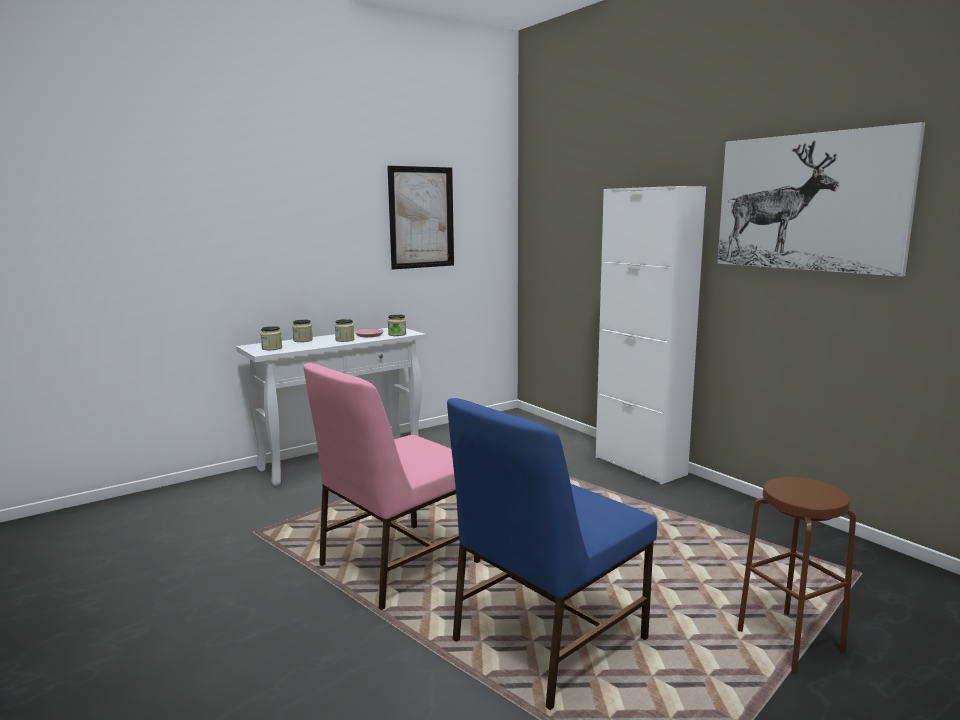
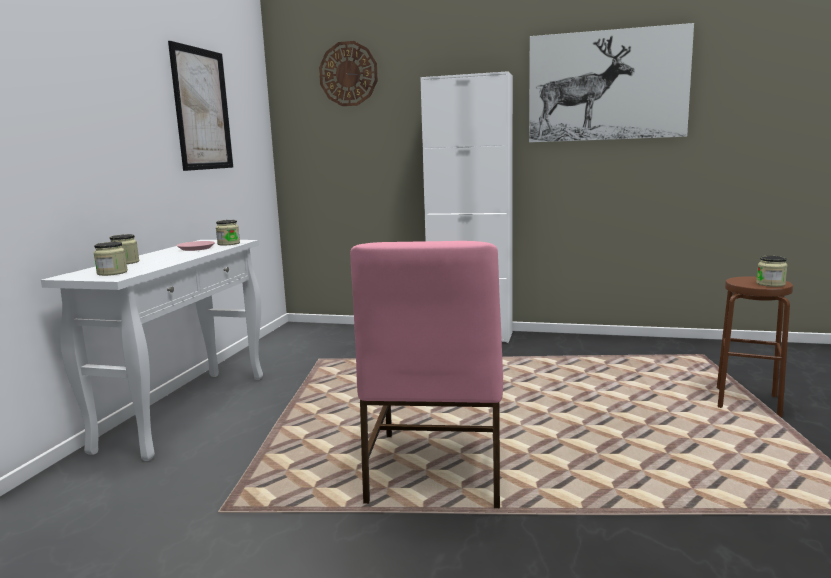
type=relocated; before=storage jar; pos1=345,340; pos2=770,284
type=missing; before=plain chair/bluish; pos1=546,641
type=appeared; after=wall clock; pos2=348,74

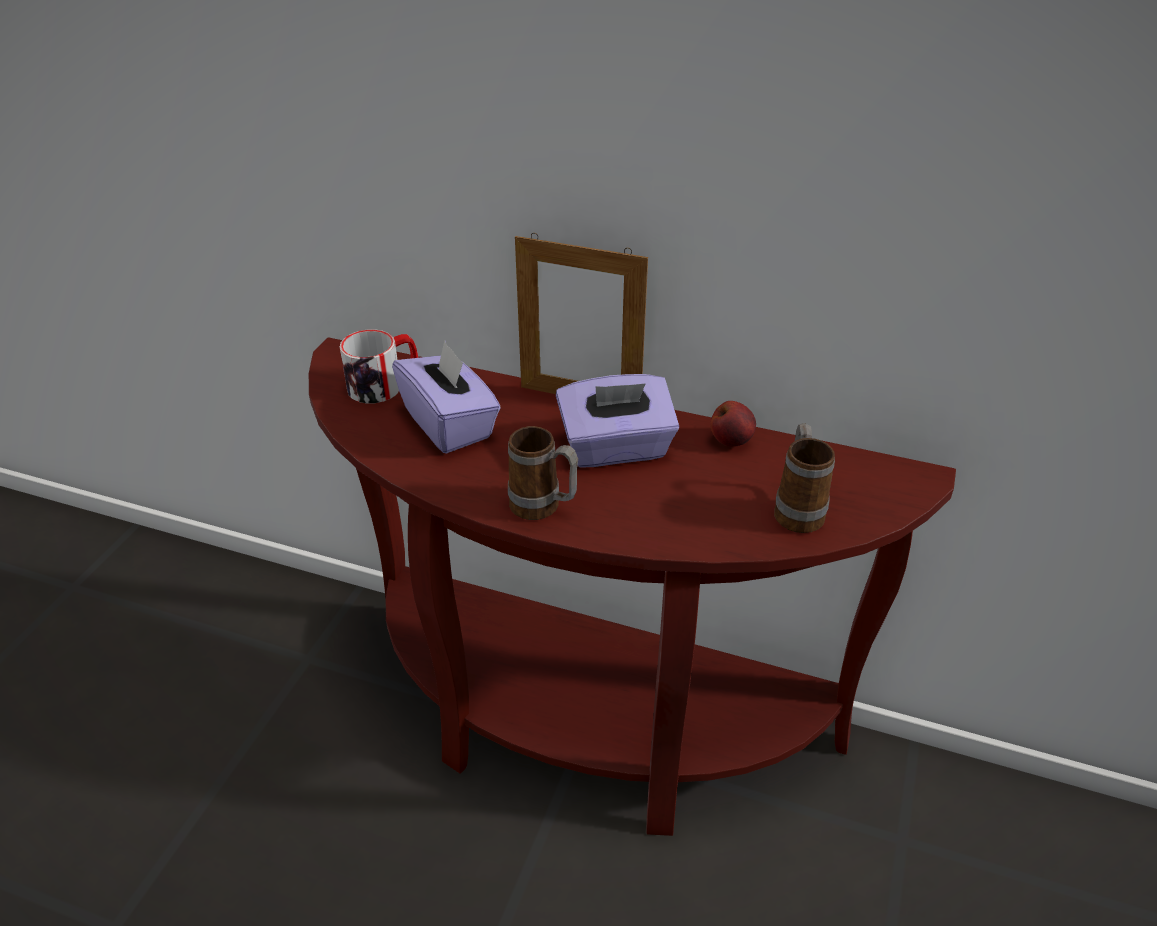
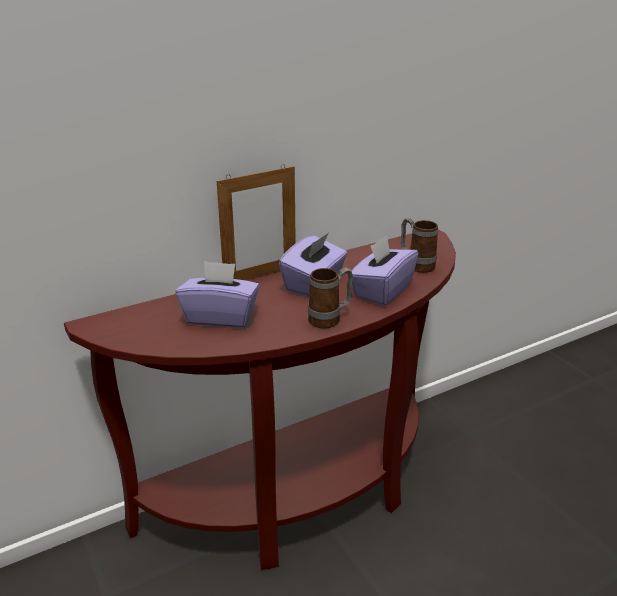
type=missing; before=coffee mug; pos1=384,385
type=missing; before=apple; pos1=731,441
type=appeared; after=box of tissues/purple-coloured; pos2=382,291

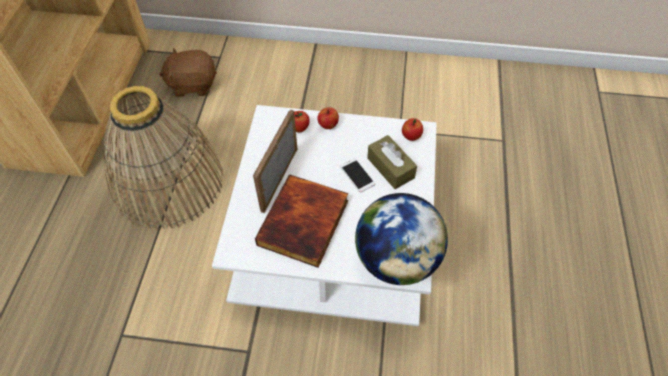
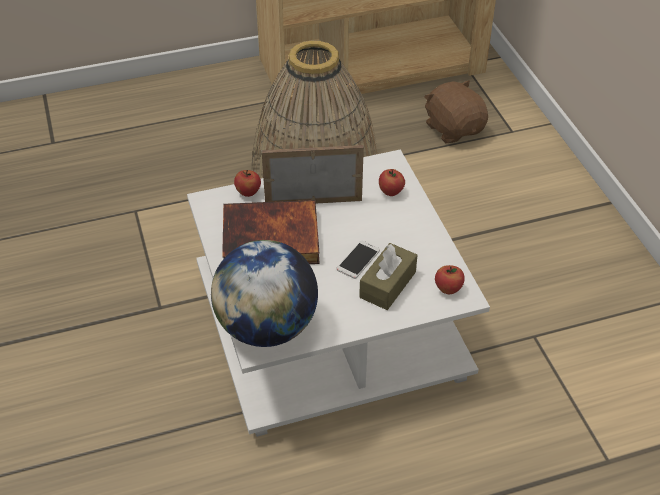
type=relocated; before=apple; pos1=328,125; pos2=248,192

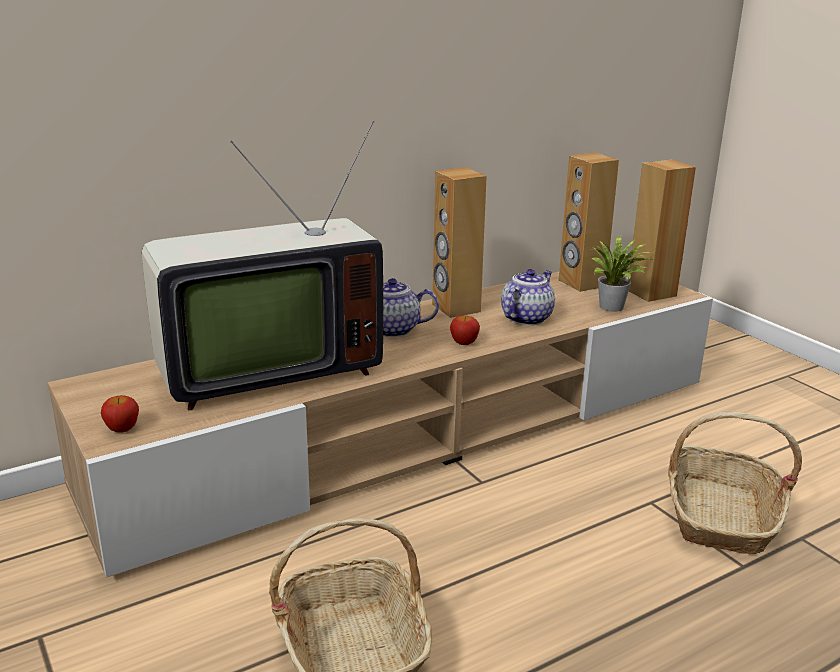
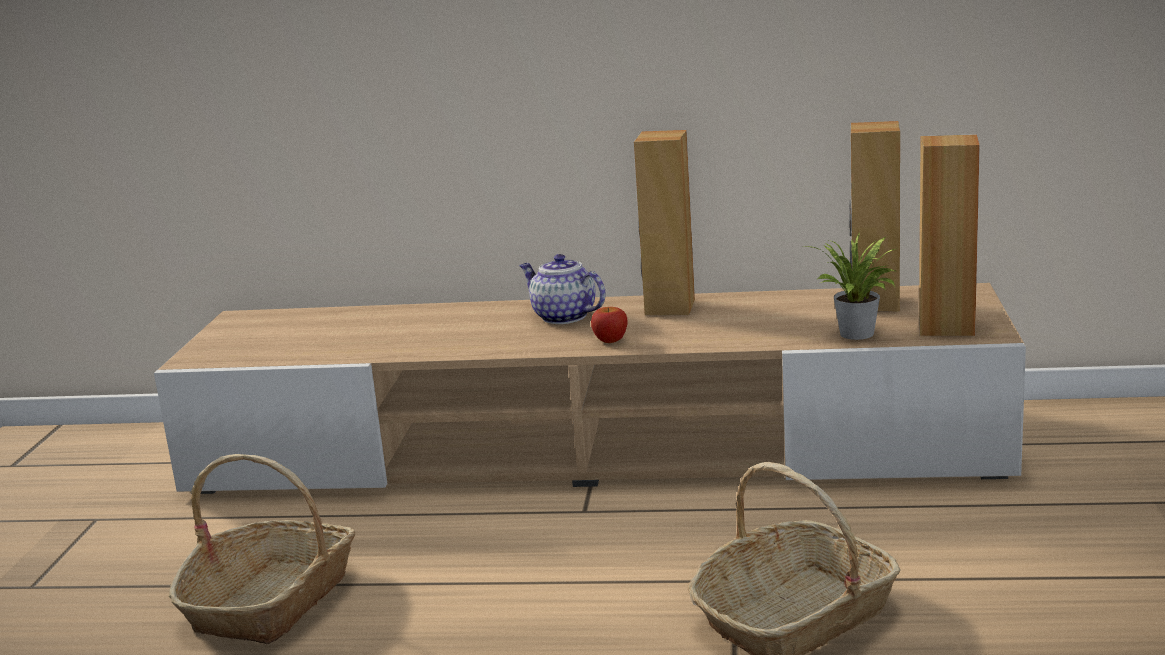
type=missing; before=television; pos1=263,371
type=missing; before=pot for tea; pos1=526,318
type=missing; before=apple; pos1=122,429

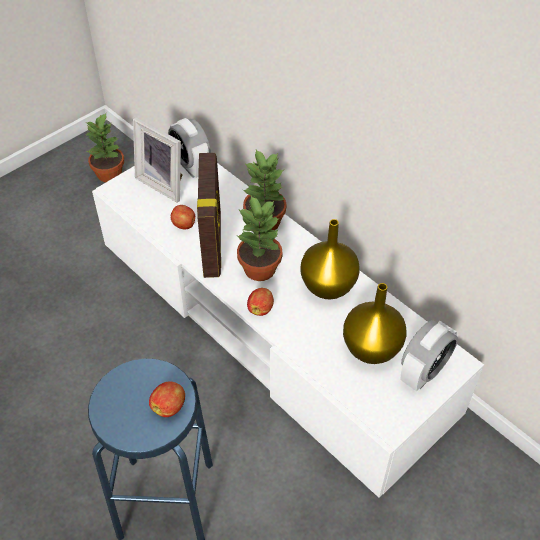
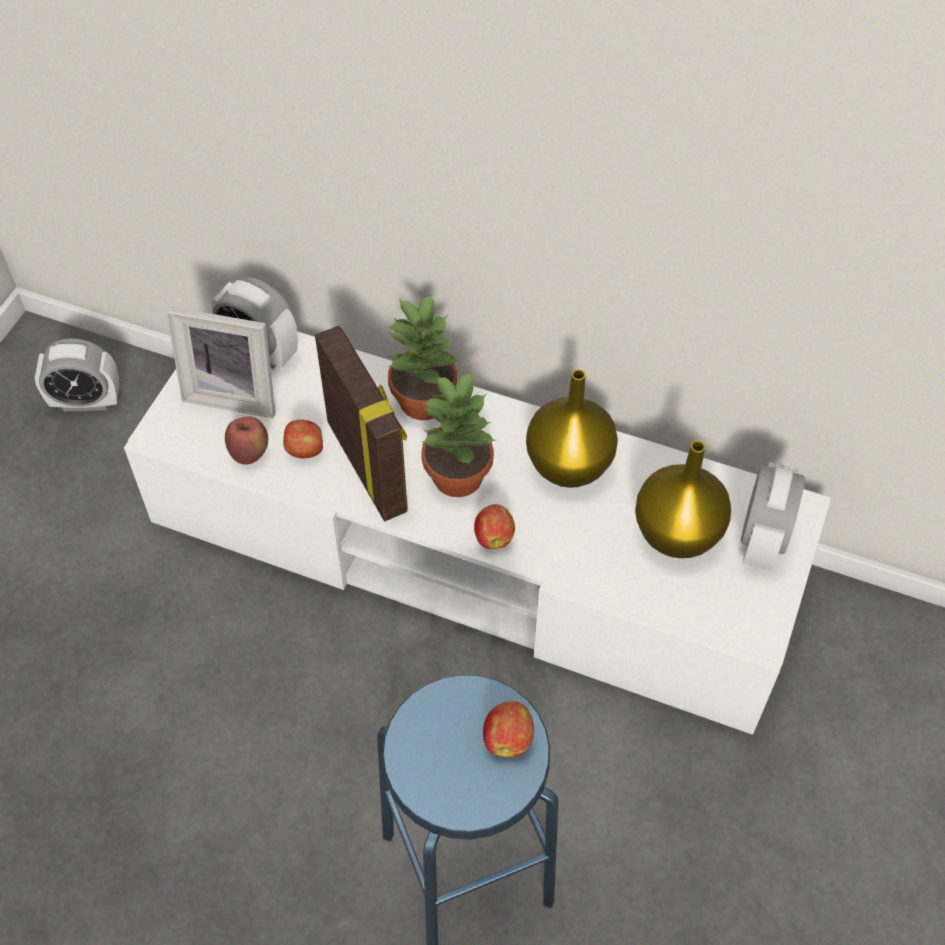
type=exchanged; before=potted plant; after=bedside clock; pos1=110,174; pos2=86,402
type=appeared; after=apple; pos2=249,454

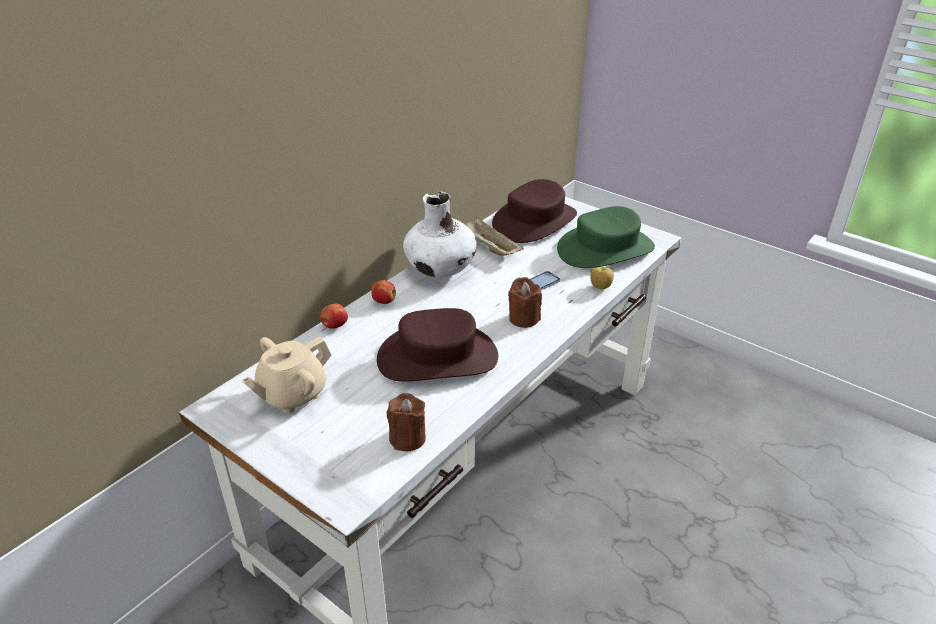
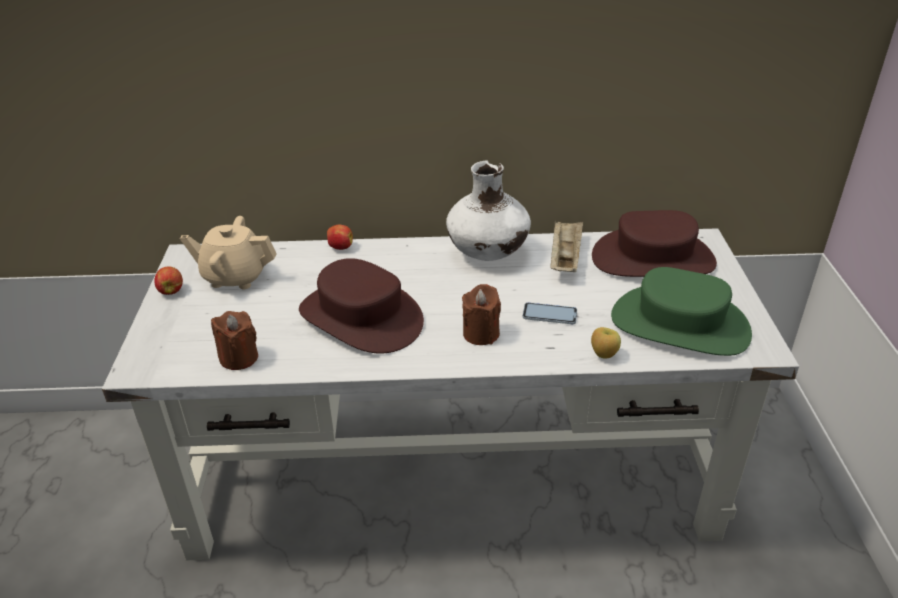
type=relocated; before=apple; pos1=383,301; pos2=171,291

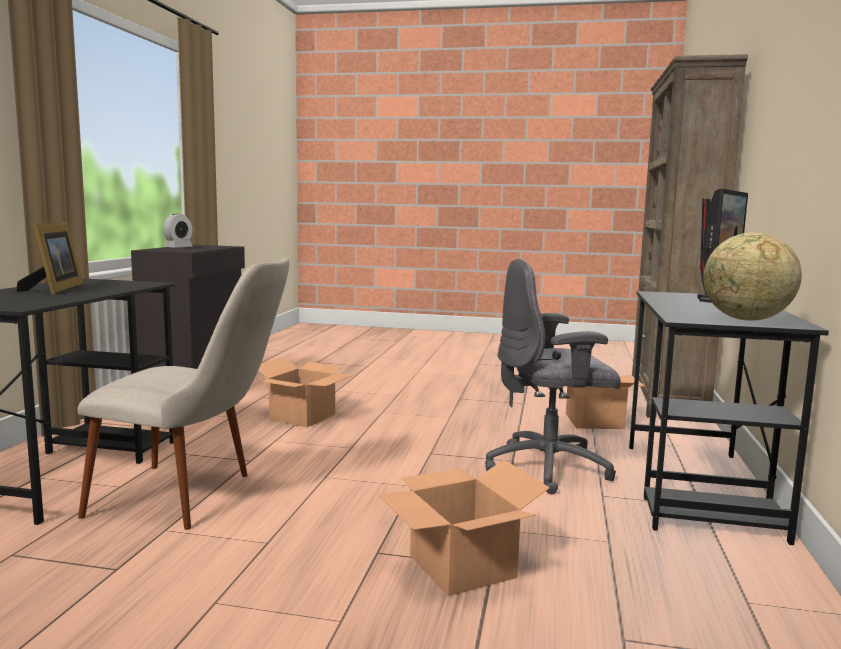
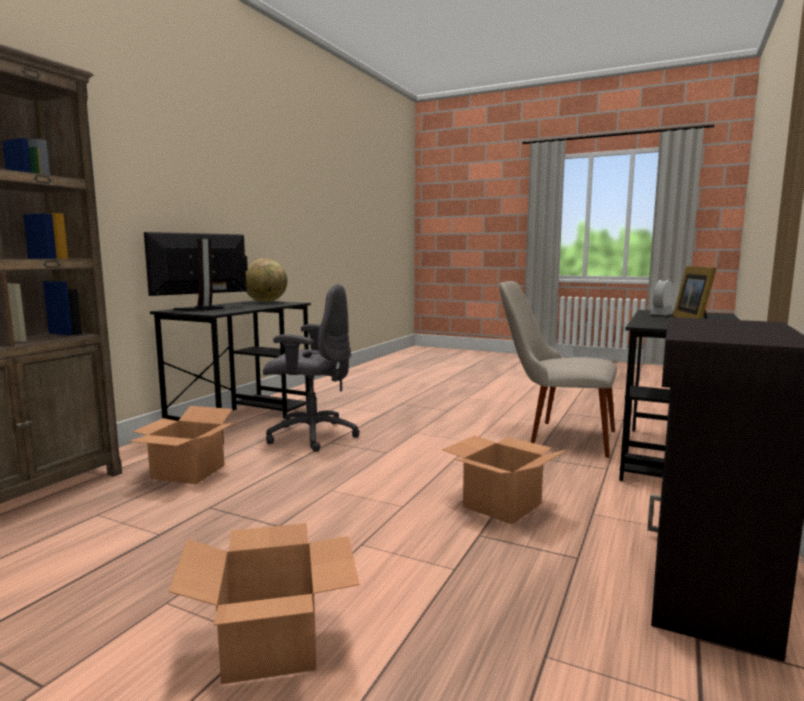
type=relocated; before=bedside clock; pos1=178,247; pos2=661,315
type=relocated; before=cardboard box; pos1=463,567; pos2=269,643

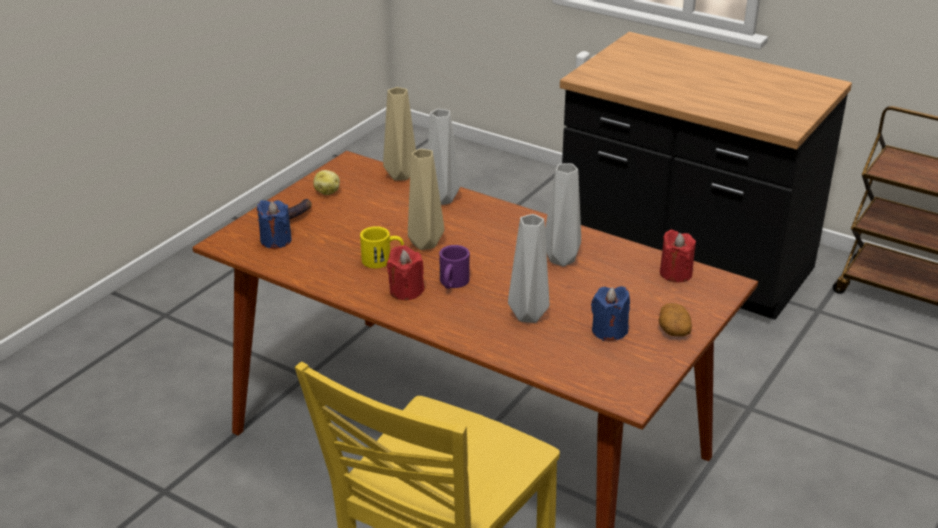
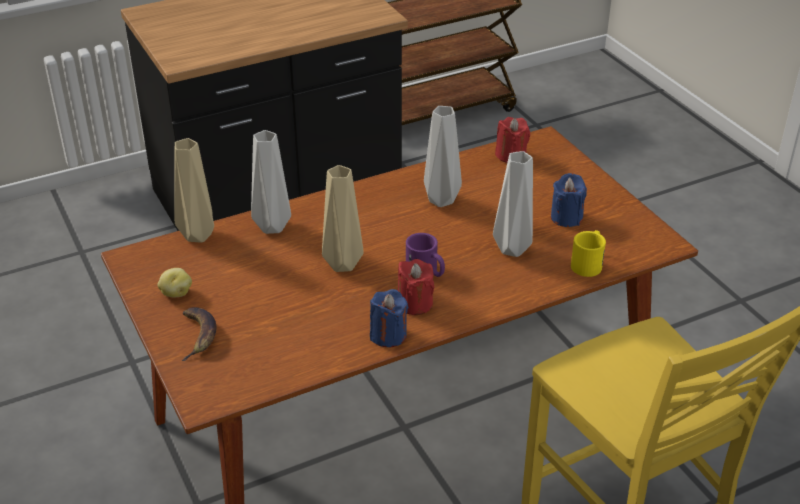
type=relocated; before=wax light/bluish; pos1=276,240; pos2=388,335
type=relocated; before=coffee mug/yellow; pos1=383,260; pos2=588,263
type=missing; before=potato; pos1=673,329

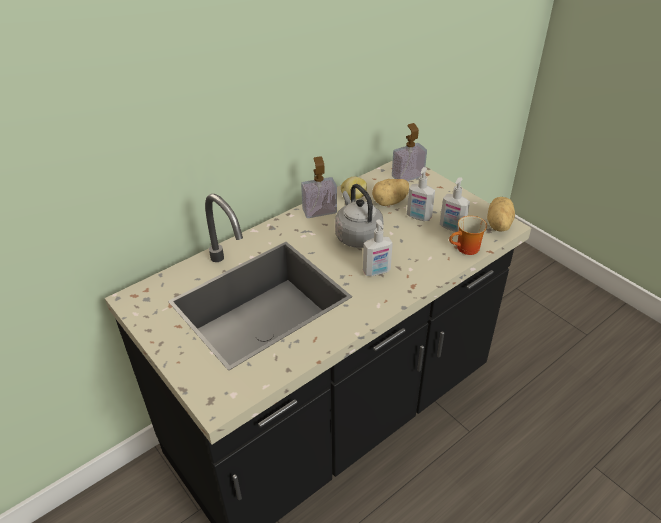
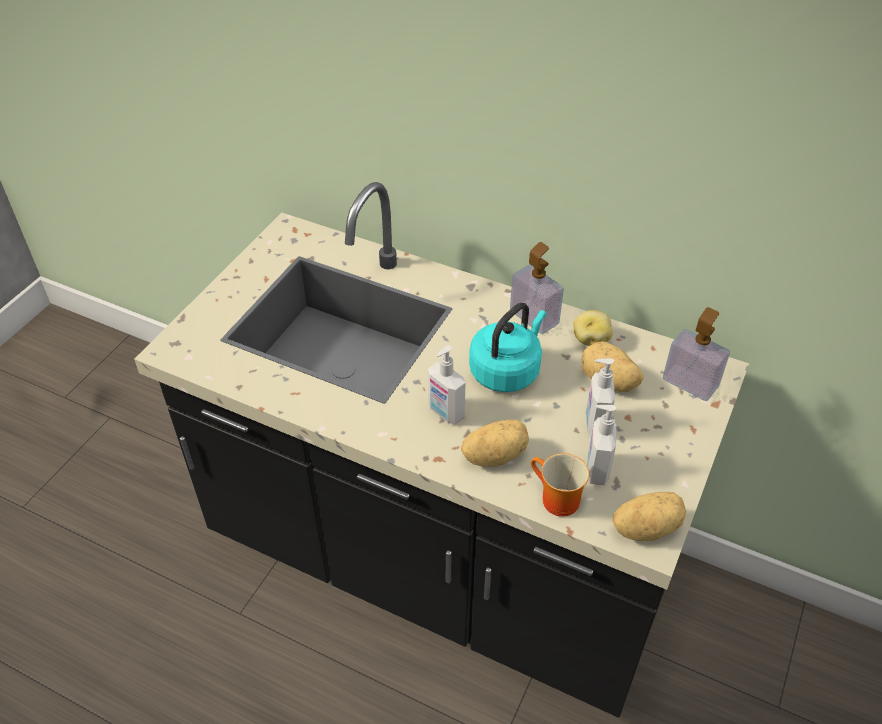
type=colour; before=water kettle/greyish; after=water kettle/turquoise-coloured; pos1=357,236; pos2=507,370
type=appeared; after=potato; pos2=494,455

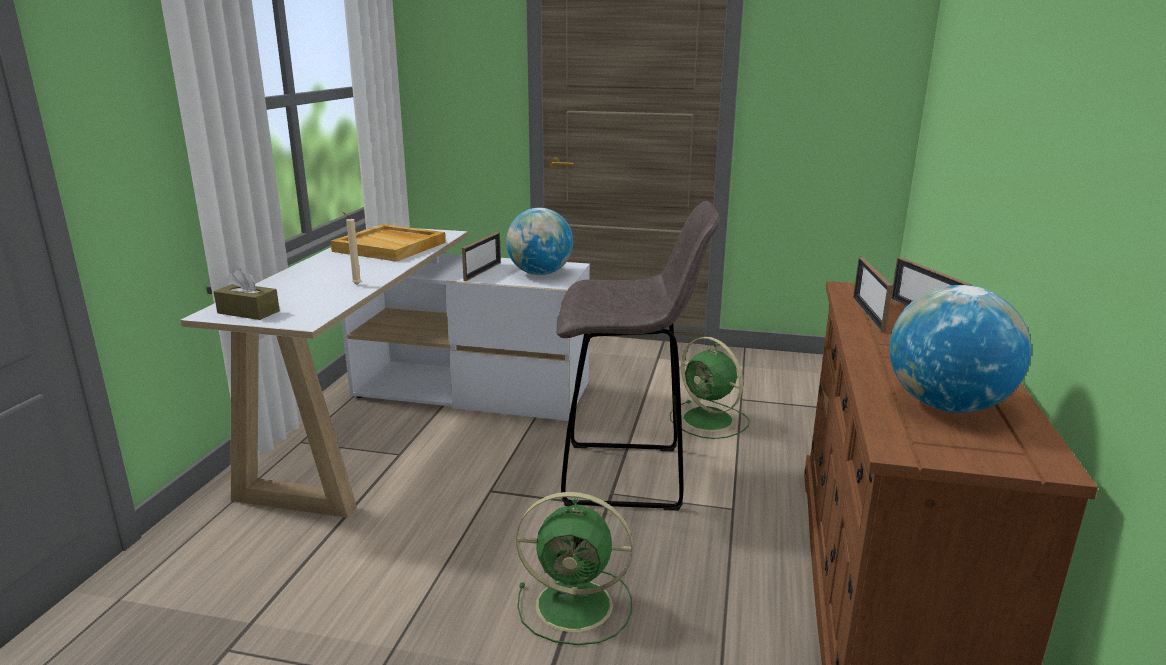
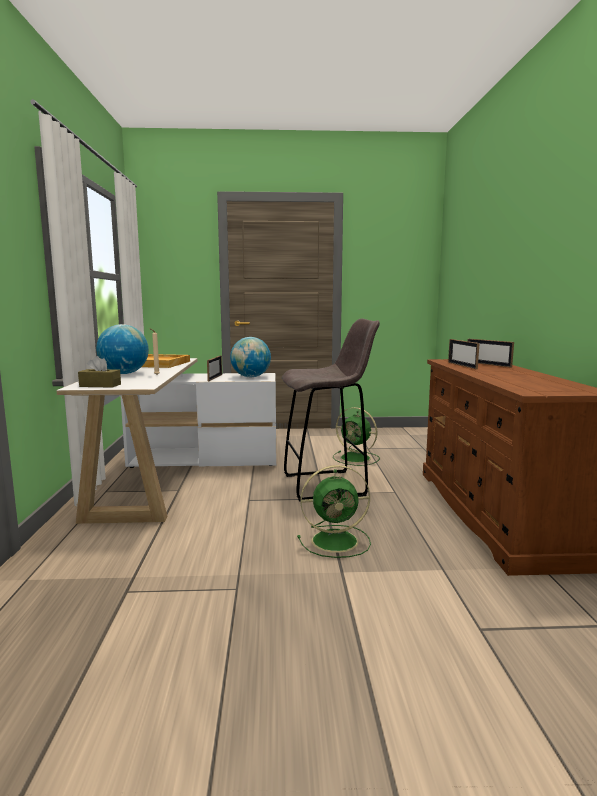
type=relocated; before=world globe; pos1=946,405; pos2=124,373

